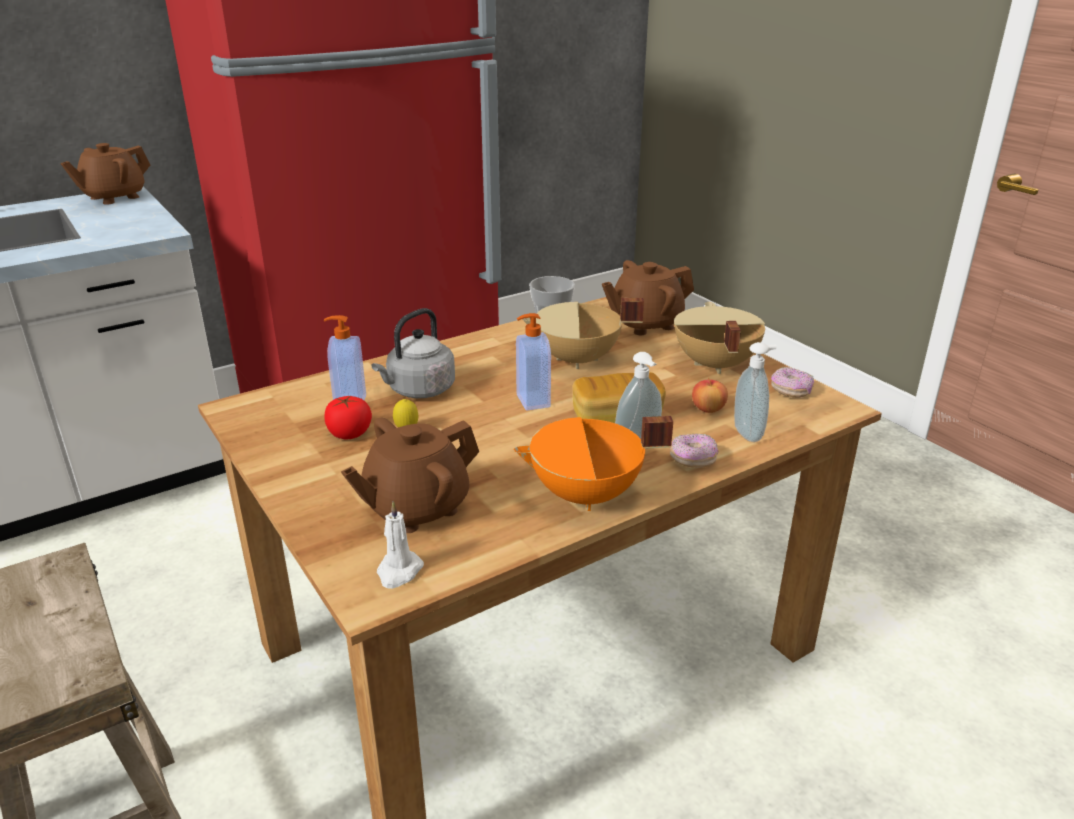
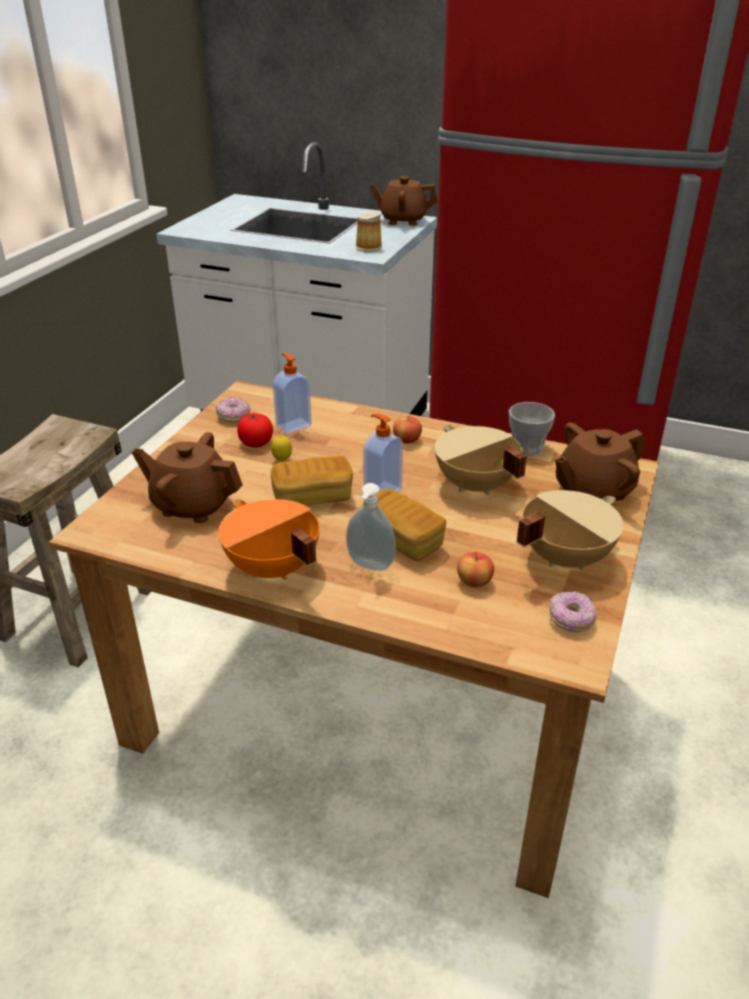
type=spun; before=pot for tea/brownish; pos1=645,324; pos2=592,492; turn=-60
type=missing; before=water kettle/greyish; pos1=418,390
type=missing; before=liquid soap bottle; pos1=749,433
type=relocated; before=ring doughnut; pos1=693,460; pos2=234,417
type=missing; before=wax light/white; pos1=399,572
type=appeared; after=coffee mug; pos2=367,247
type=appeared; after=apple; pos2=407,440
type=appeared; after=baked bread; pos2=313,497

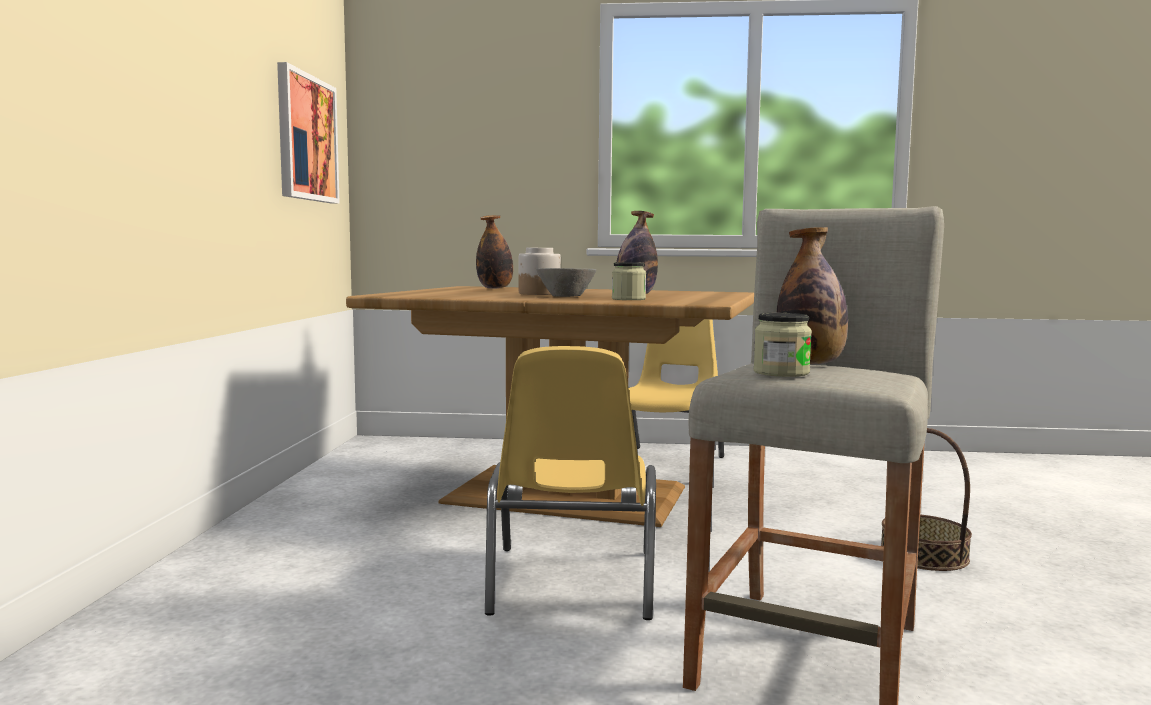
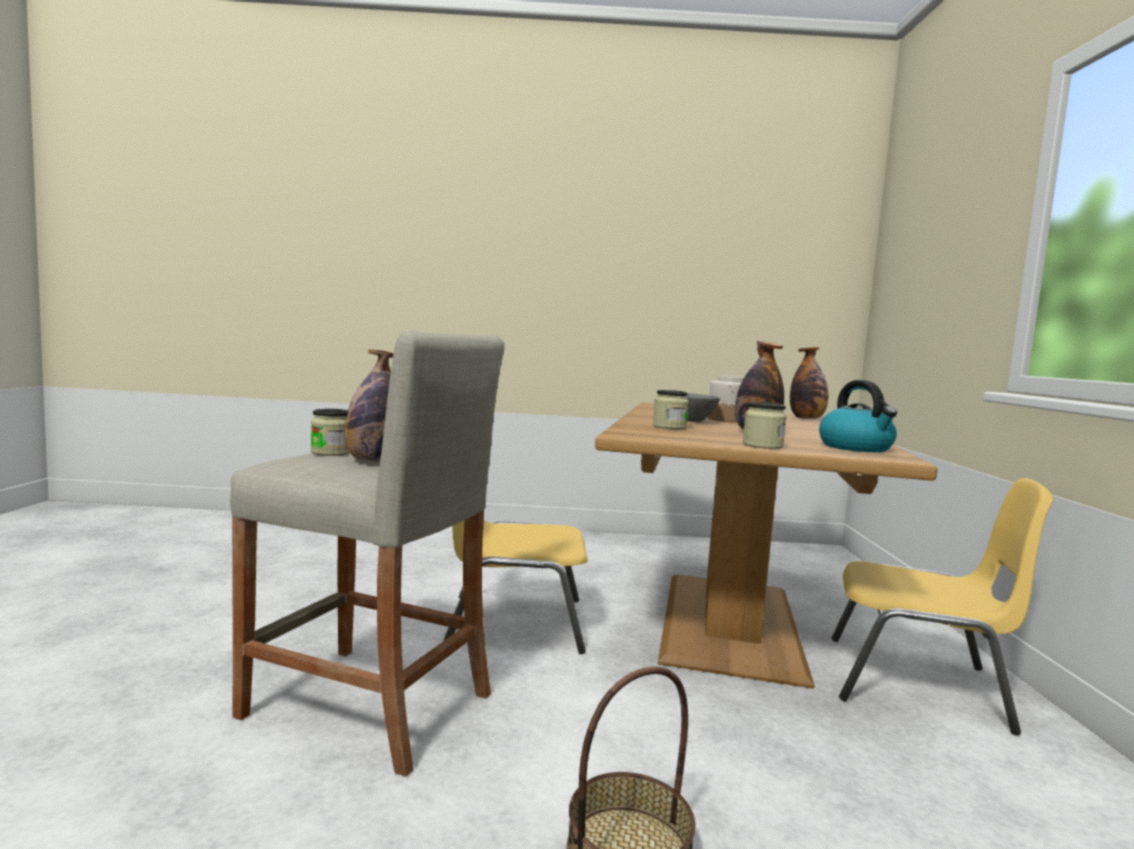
type=missing; before=wall art; pos1=306,138
type=appeared; after=water kettle; pos2=856,448
type=appeared; after=storage jar; pos2=762,445

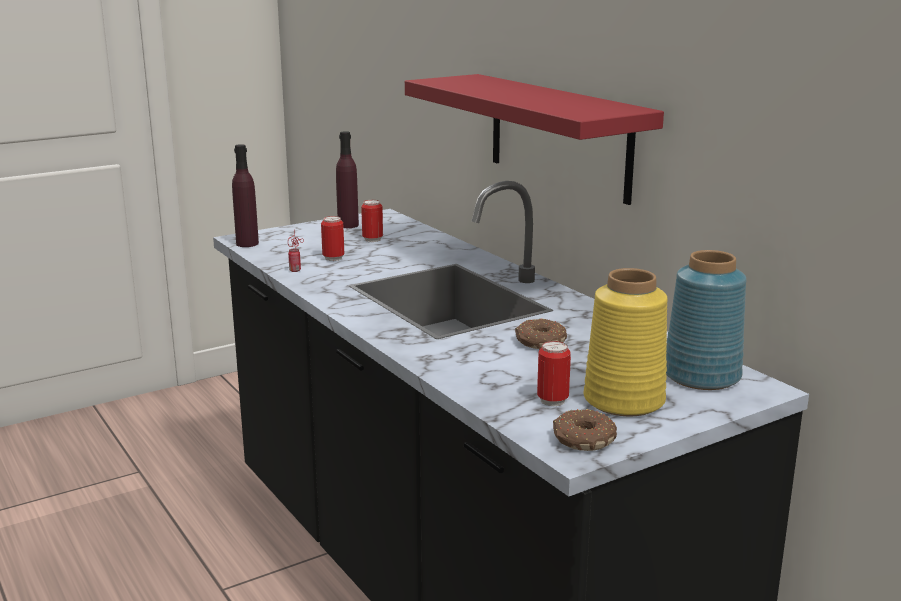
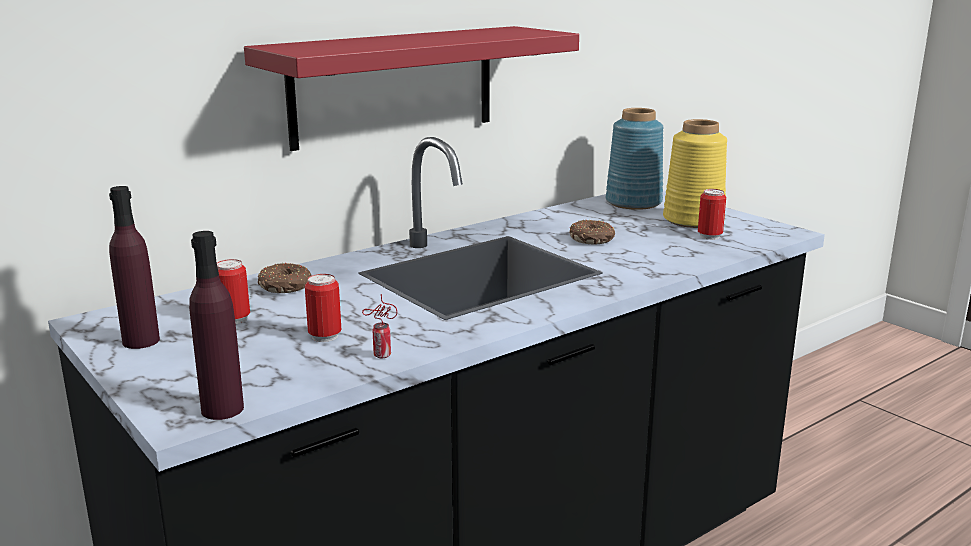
type=relocated; before=ring doughnut; pos1=582,440; pos2=285,287

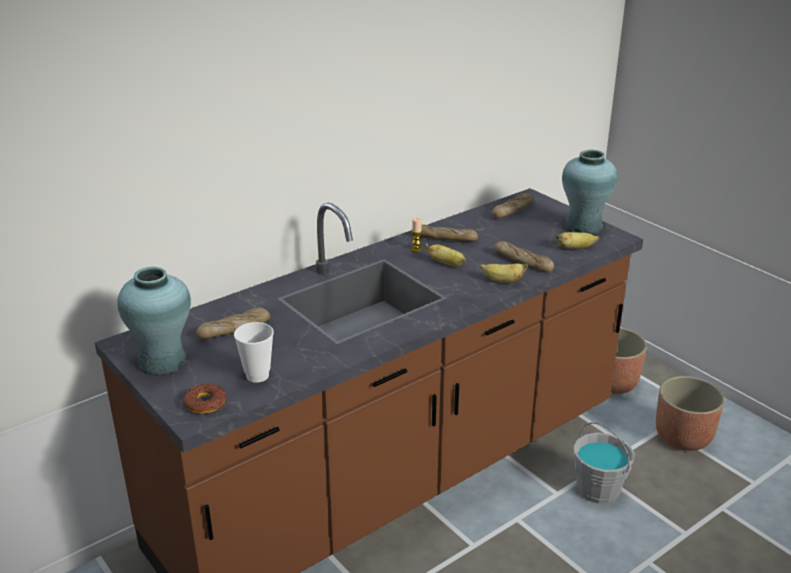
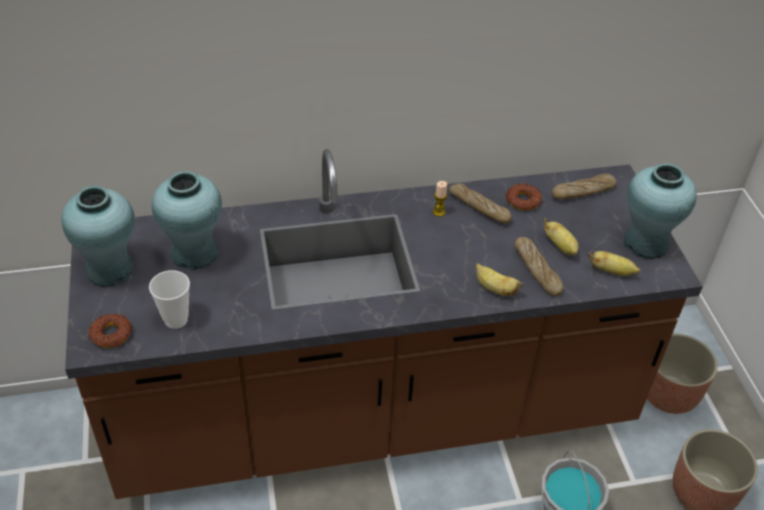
type=relocated; before=whole banana; pos1=447,264; pos2=560,247
type=exchanged; before=baked bread; after=vase/turquoise-coloured; pos1=234,329; pos2=195,254
type=appeared; after=ring doughnut; pos2=523,200

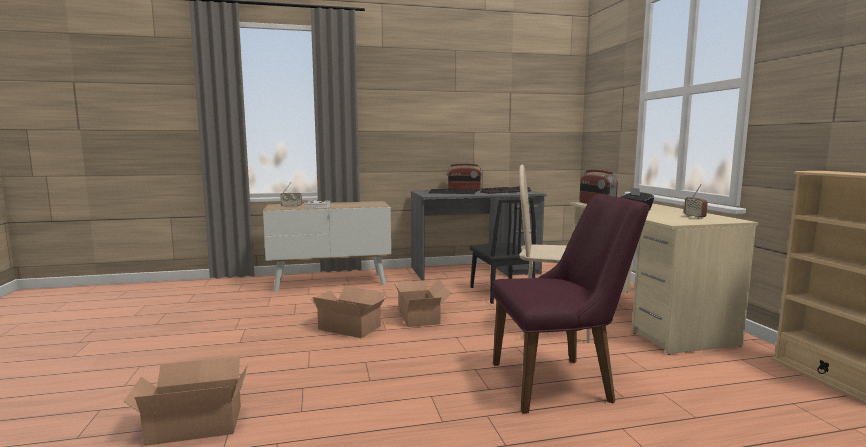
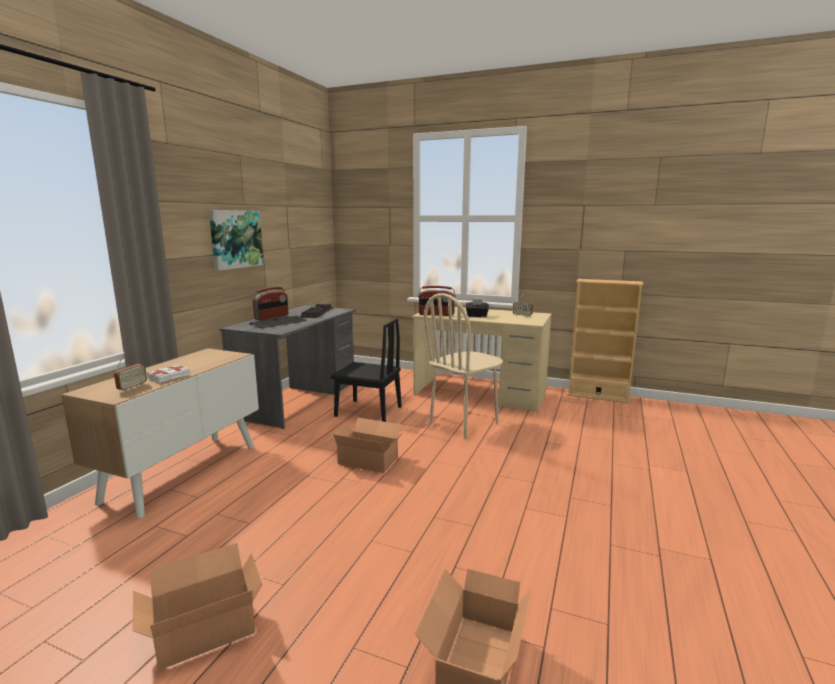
type=missing; before=plain chair/purple-coloured; pos1=562,382
type=relocated; before=cardboard box; pos1=349,327; pos2=202,627
type=appeared; after=wall art; pos2=235,239

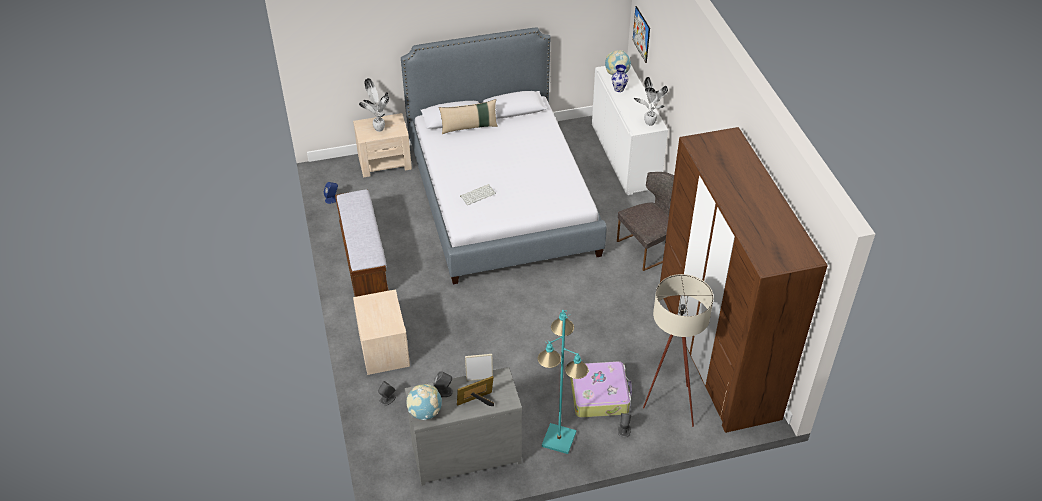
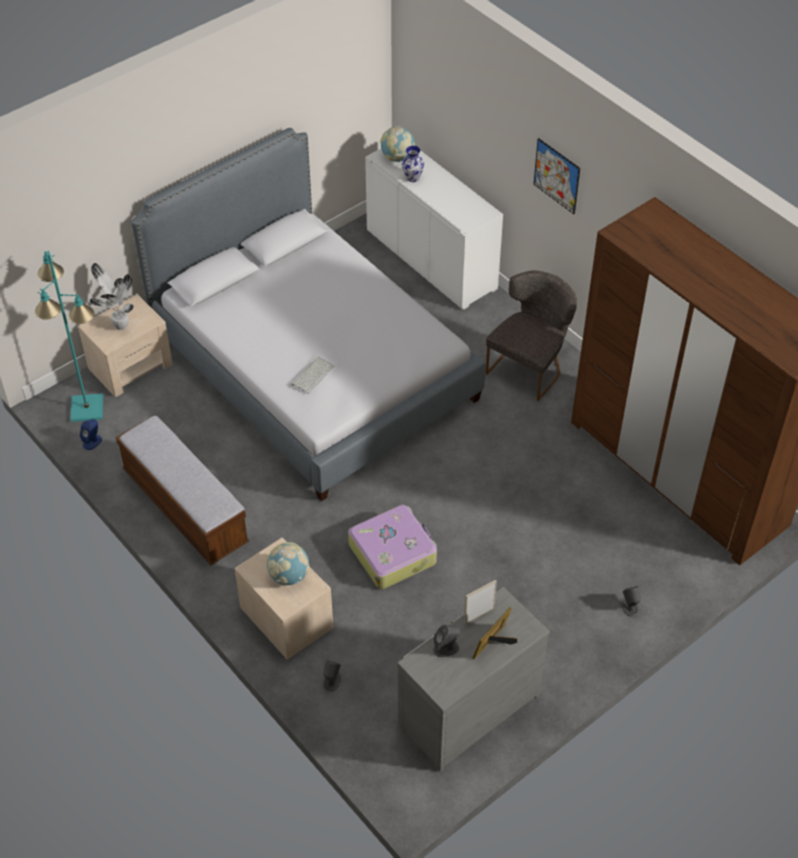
type=relocated; before=wall art; pos1=641,34; pos2=556,176
type=missing; before=potted plant; pos1=649,123
type=missing; before=pillow/beige; pos1=469,127
type=missing; before=standard lamp/beige; pos1=667,406
type=relocated; before=standard lamp/turquoise-coloured; pos1=559,439; pos2=87,408
type=relocated; before=suitcase; pos1=600,395; pos2=393,553
type=relocated; before=world globe; pos1=425,412; pos2=289,575

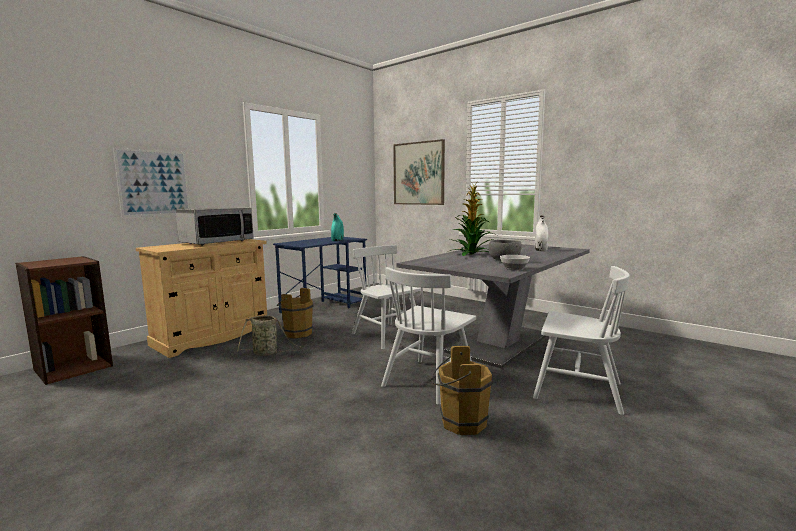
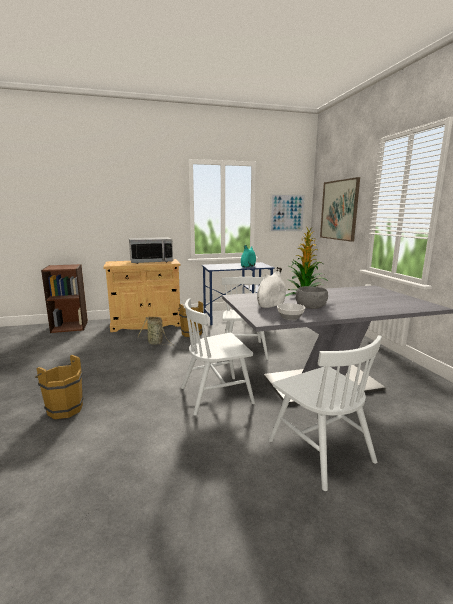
type=relocated; before=wall art; pos1=154,183; pos2=287,213
type=relocated; before=vase/white; pos1=540,250; pos2=271,305
type=relocated; before=water bucket/brownish; pos1=459,423; pos2=63,409

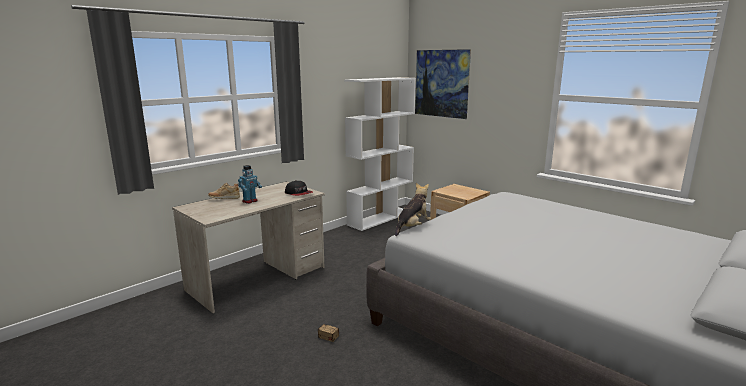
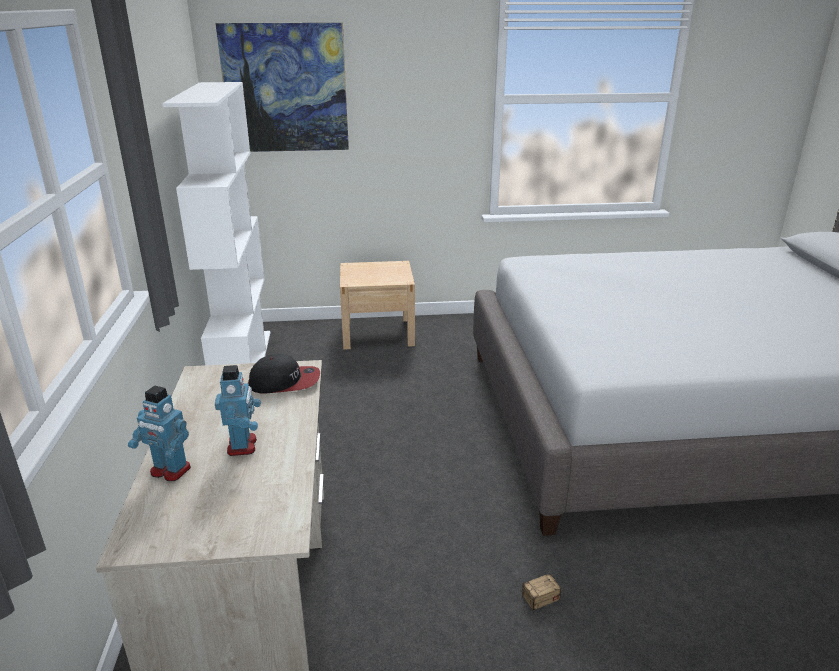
type=exchanged; before=low shoe/beige; after=model robot; pos1=224,199; pos2=170,471
type=missing; before=soft toy; pos1=412,227

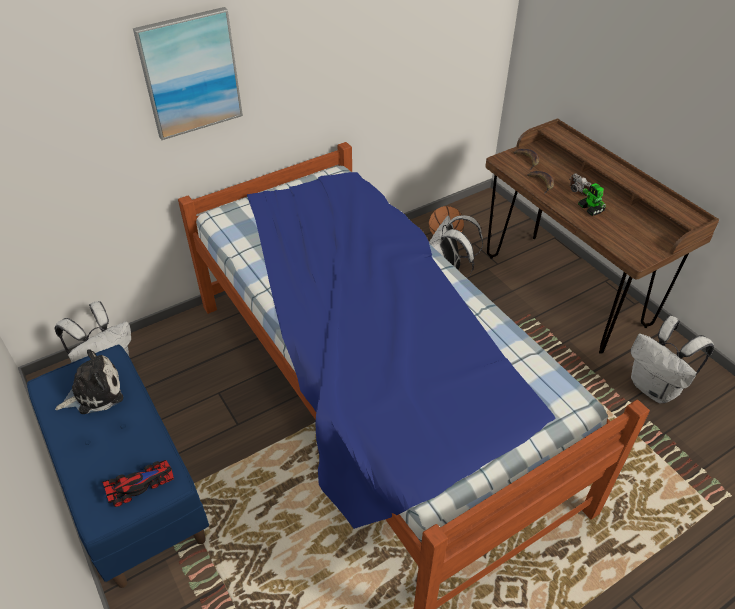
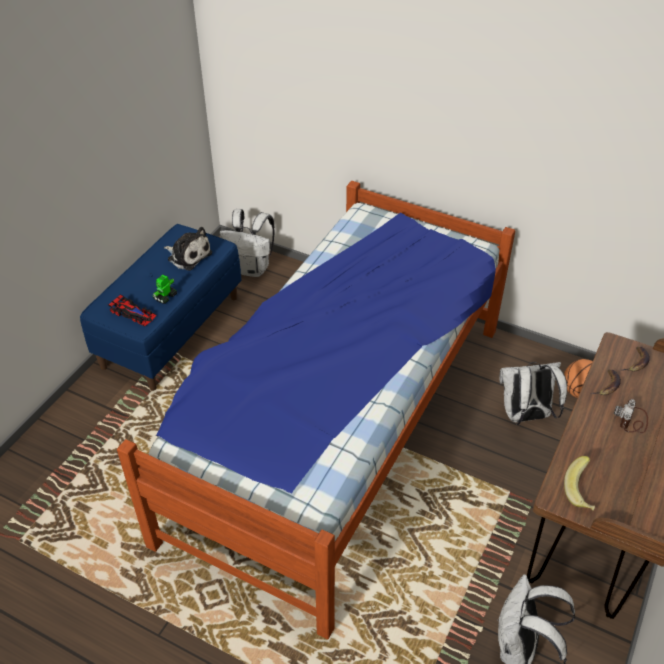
type=missing; before=wall art; pos1=190,74
type=relocated; before=model robot; pos1=590,209; pos2=165,297
type=appeared; after=whole banana; pos2=581,492

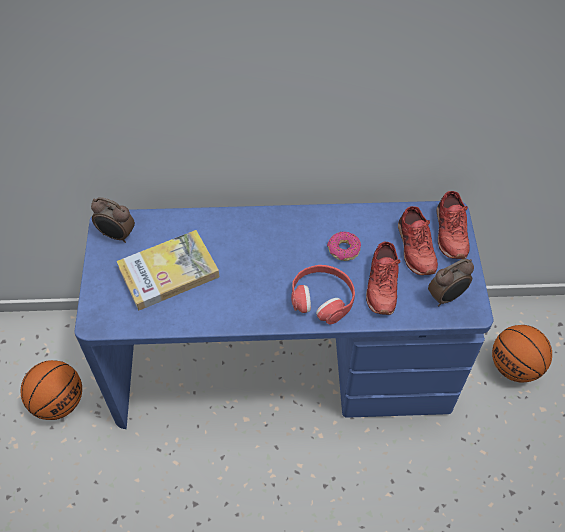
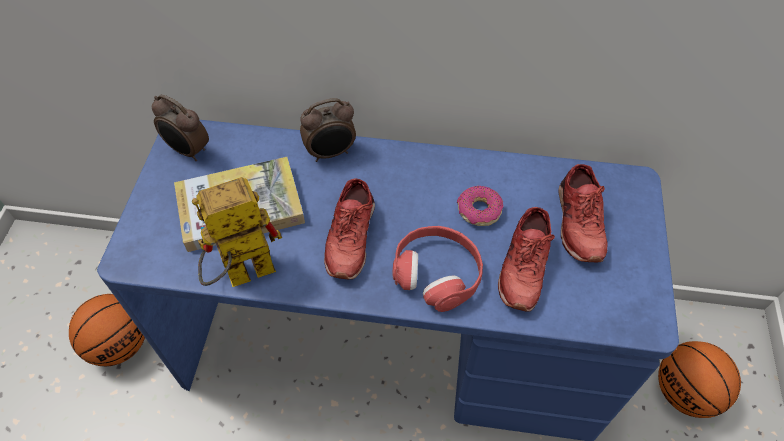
type=relocated; before=low shoe/red; pos1=450,232; pos2=350,237
type=relocated; before=bedside clock; pos1=446,297; pos2=331,153
type=appeared; after=model robot; pos2=240,276

